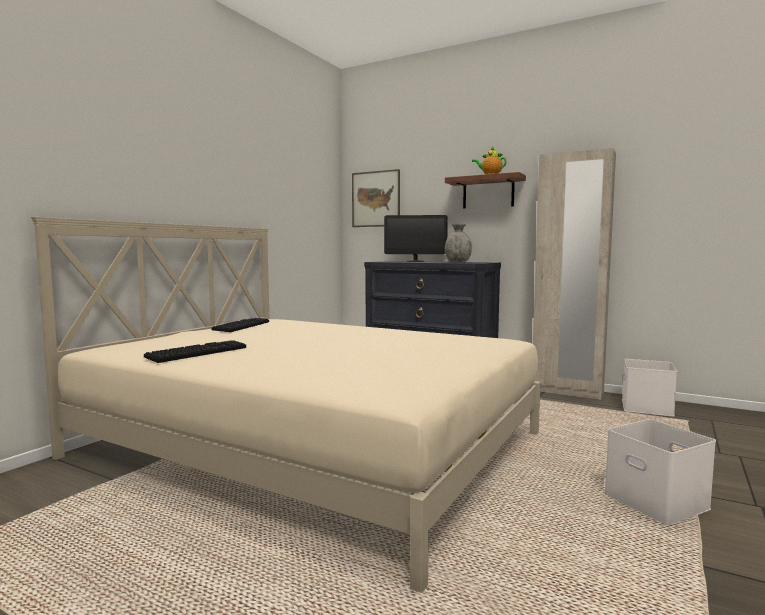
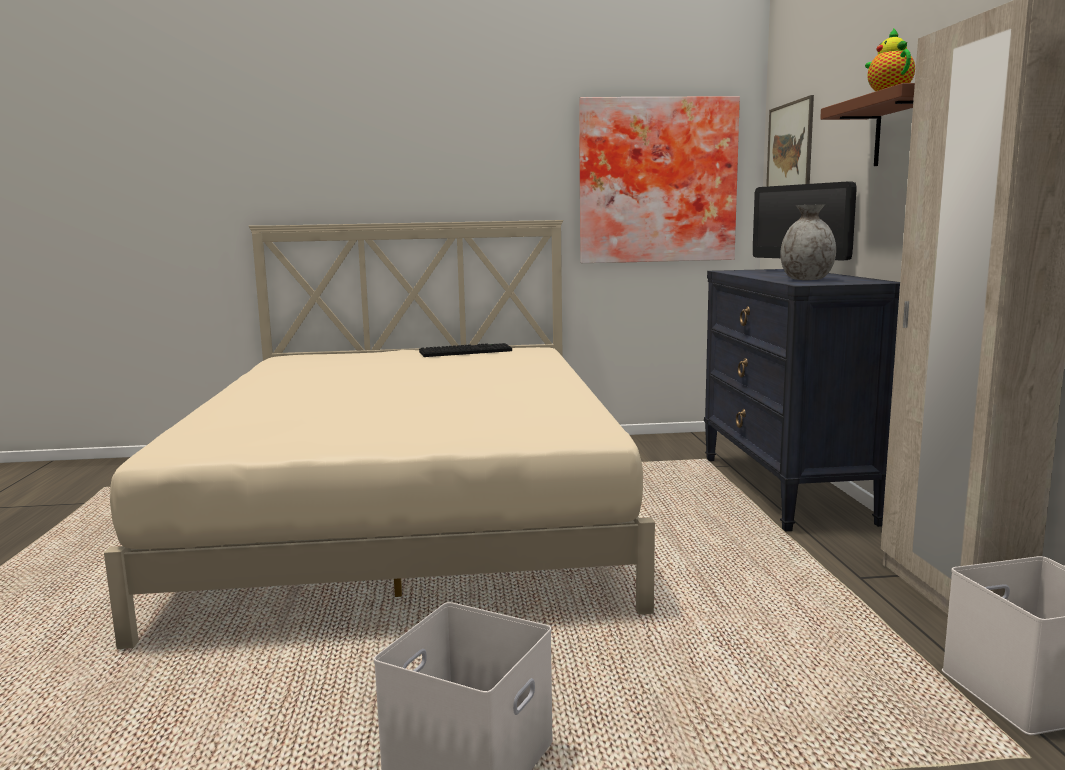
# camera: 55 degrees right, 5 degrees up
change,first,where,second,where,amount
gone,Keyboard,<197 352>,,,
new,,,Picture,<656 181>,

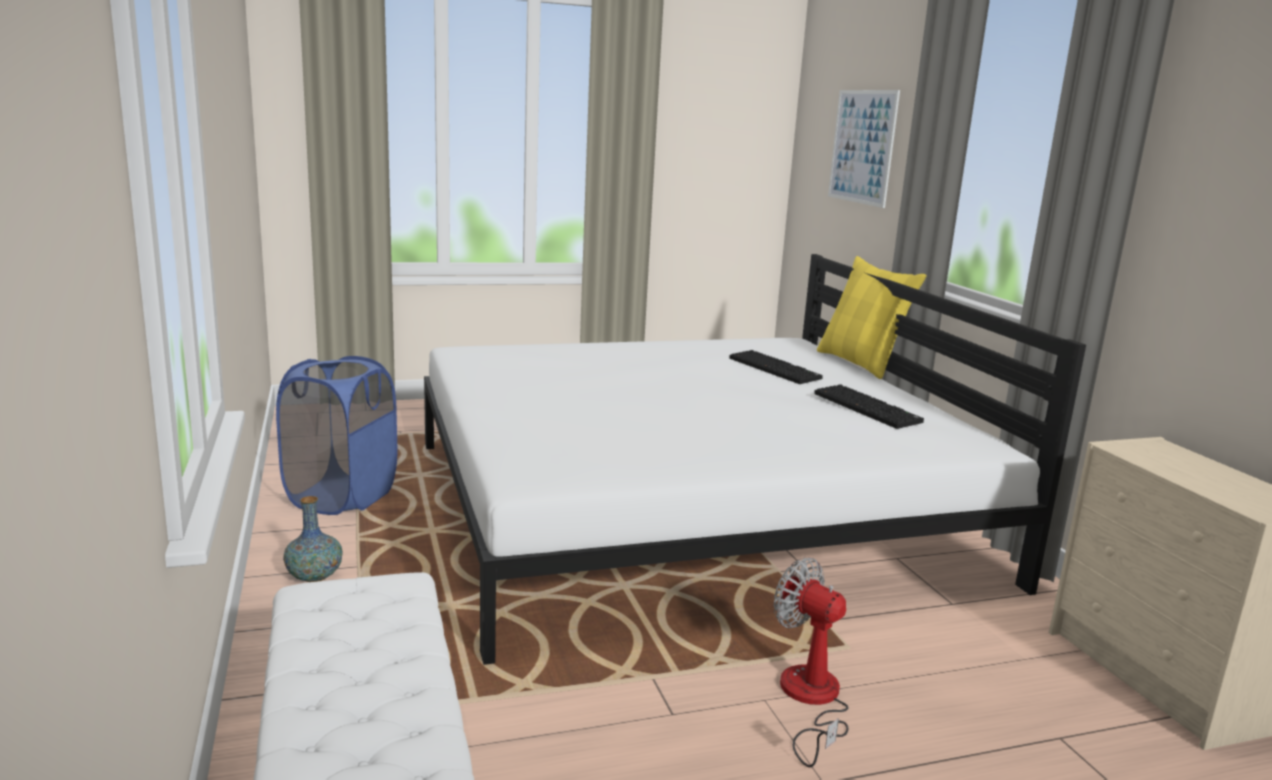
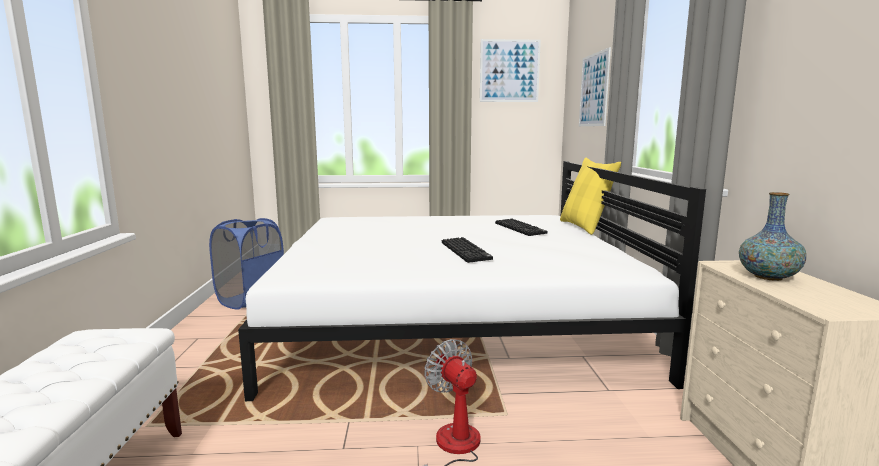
# camera: 15 degrees right, 5 degrees down
change,first,where,second,where,amount
new,,,Picture,<509 71>,
shifted,Vase,<314 576>,,<768 277>,
shifted,Keyboard,<868 408>,,<467 251>,

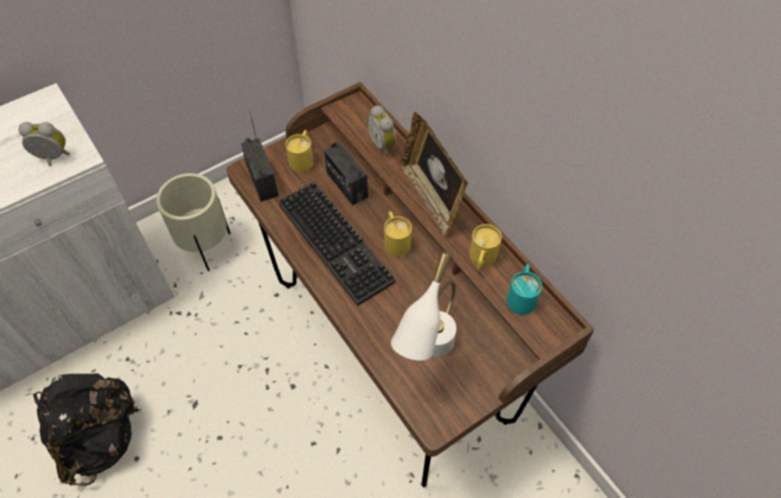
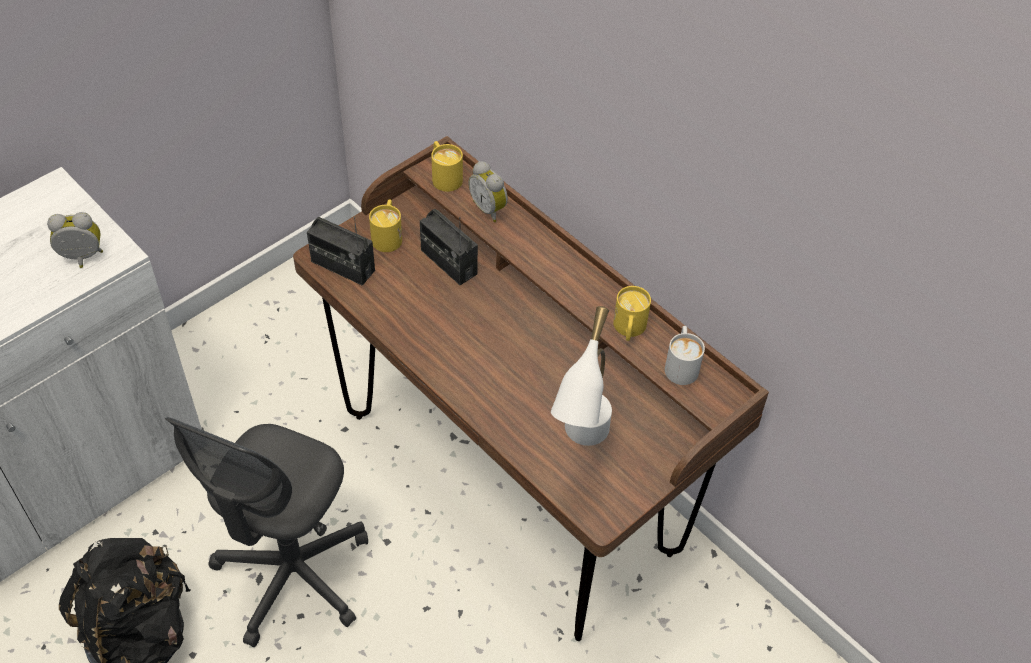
# camera: 10 degrees left, 5 degrees down
change,first,where,second,where,amount
gone,BeigePlanter,<207 248>,,,
gone,Keyboard,<339 243>,,,
gone,PictureFrame,<431 197>,,,
new,,,GreyOfficeChair,<293 575>,
shifted,YellowMug,<395 240>,,<444 176>,
repainted,TurquoiseMug,<521 295>,WhiteMug,<681 364>,
rotated,Radio,<262 181>,,<342 266>,150 degrees clockwise

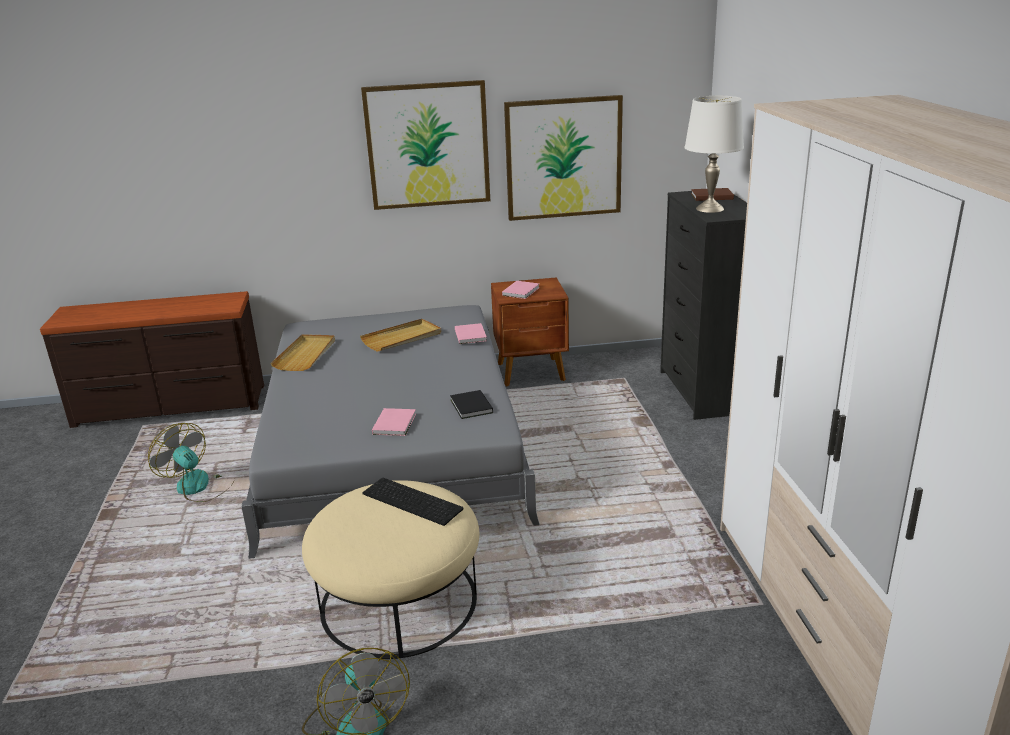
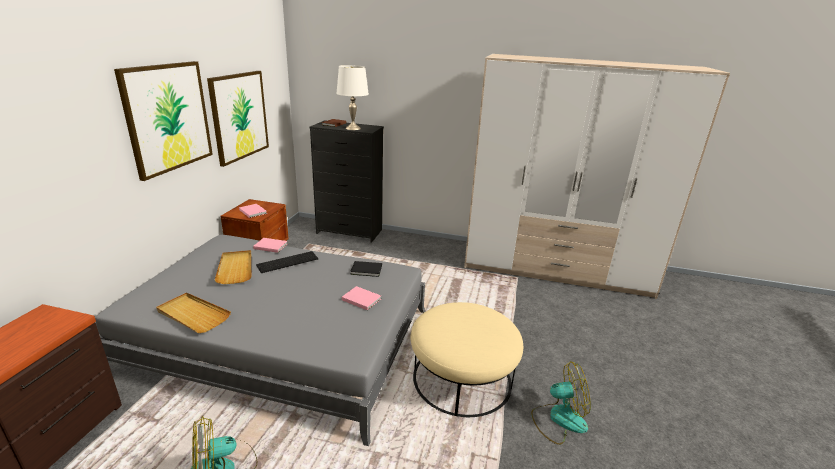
# camera: 70 degrees left, 0 degrees up
change,first,where,second,where,amount
shifted,Keyboard,<414 500>,,<288 261>,

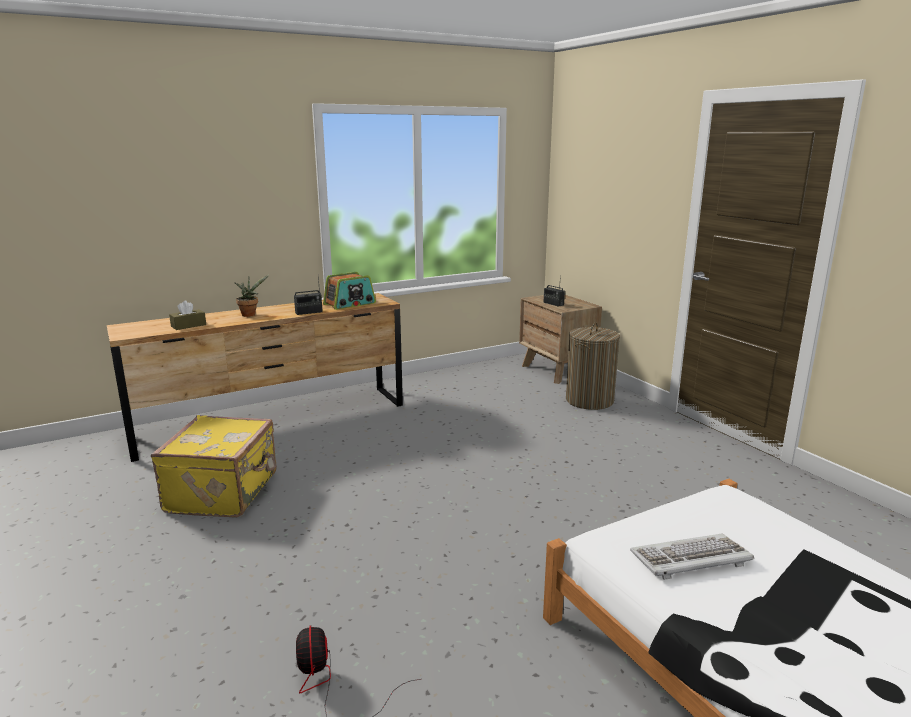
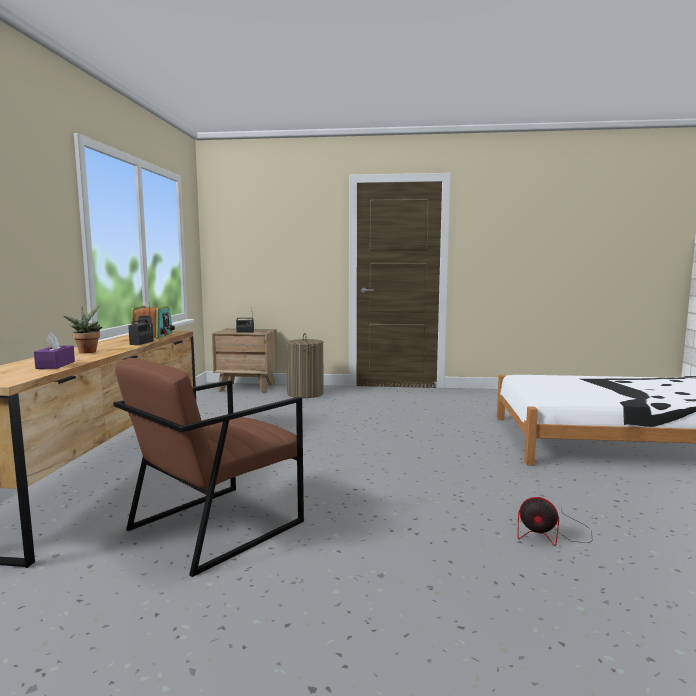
# camera: 55 degrees left, 10 degrees down
change,first,where,second,where,amount
gone,Keyboard,<690 559>,,,
swapped,YellowSuitcase,<224 492>,BrownArmchair,<215 525>,
repainted,BrownTissueBox,<188 325>,PurpleTissueBox,<55 365>,

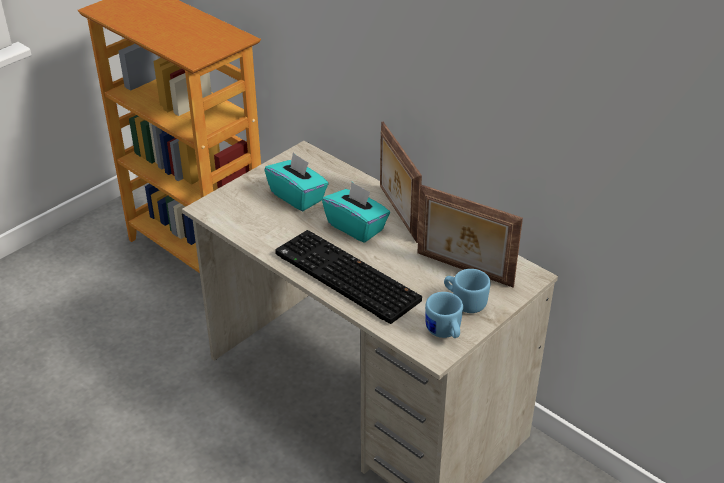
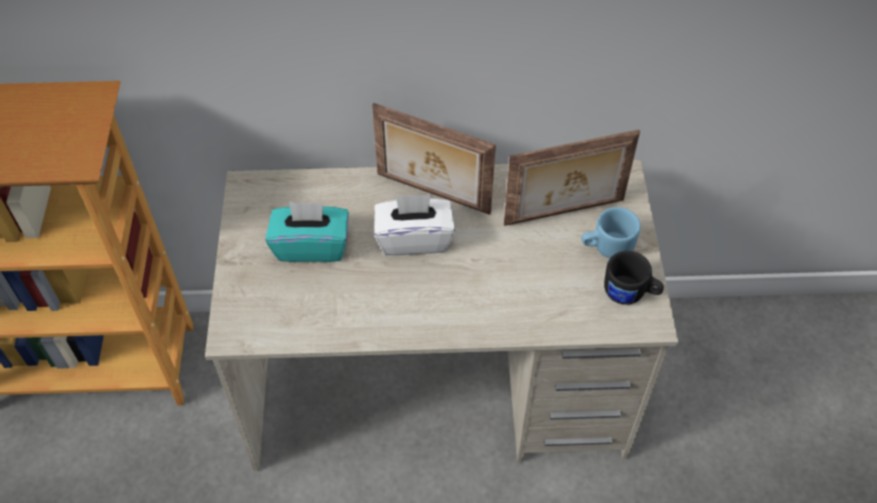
# camera: 45 degrees left, 15 degrees up
change,first,where,second,where,amount
gone,Keyboard,<343 278>,,,
repainted,TurquoiseTissueBox,<356 227>,WhiteTissueBox,<414 238>,
repainted,BlueMug,<444 333>,BlackMug,<630 294>,

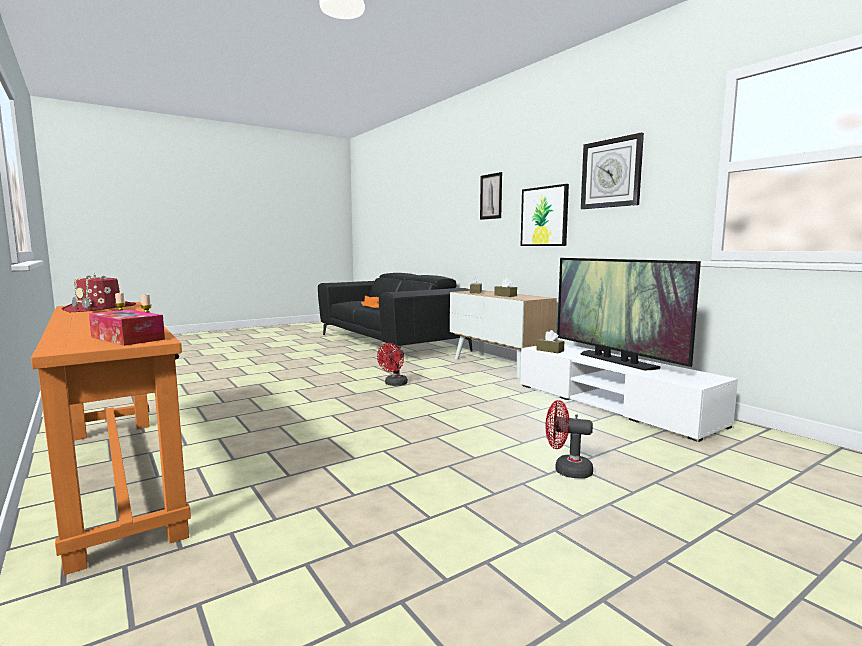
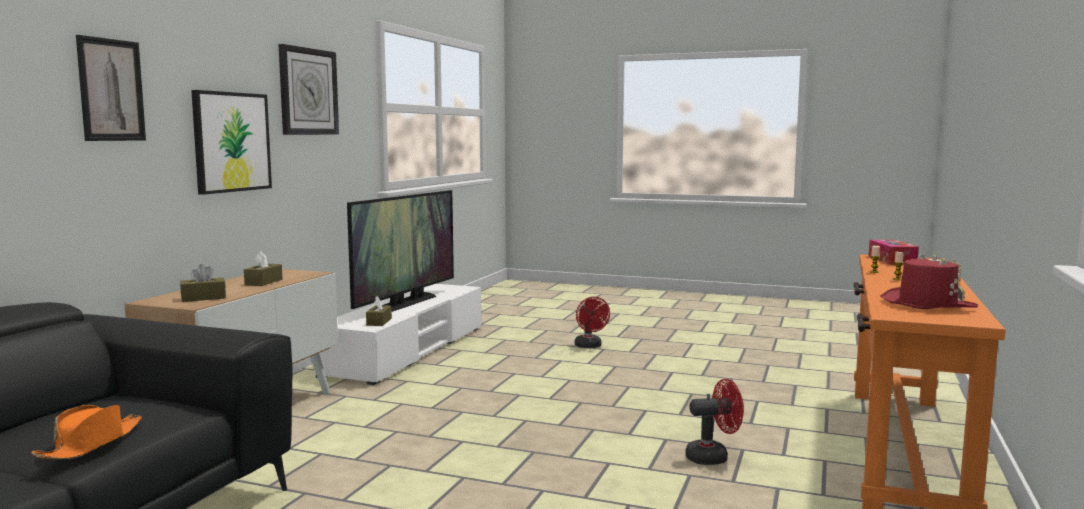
# camera: 125 degrees left, 0 degrees up
change,first,where,second,where,amount
shifted,RedFan,<394 384>,,<713 457>,

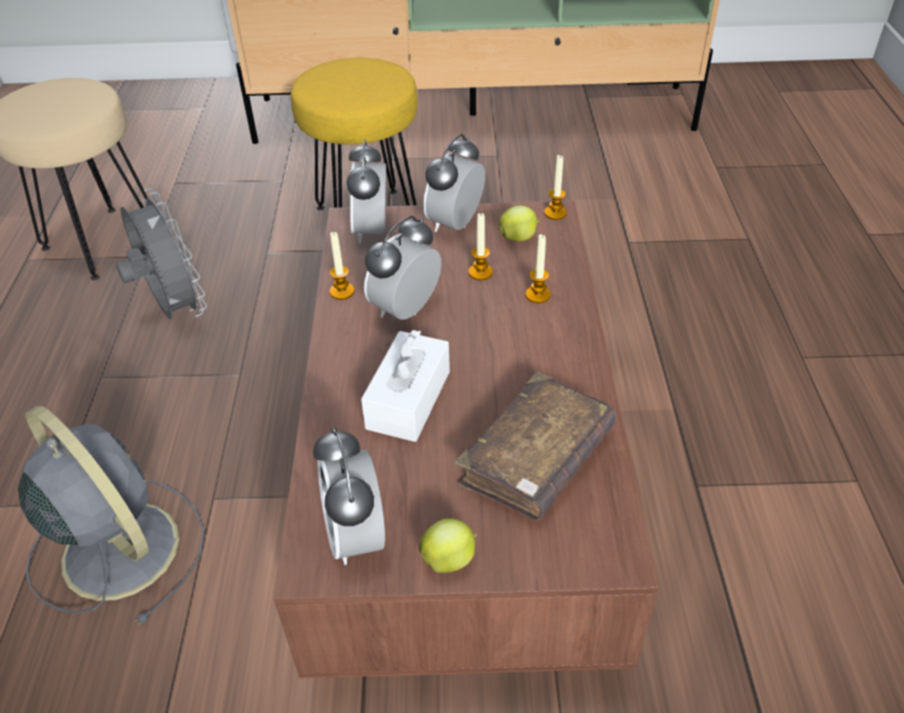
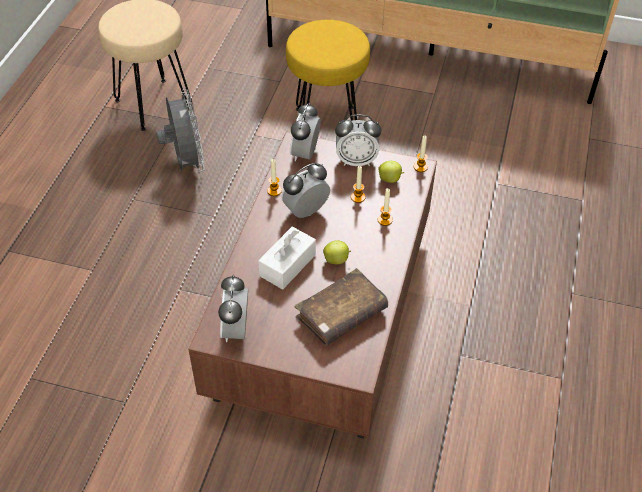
# camera: 15 degrees right, 5 degrees up
change,first,where,second,where,amount
gone,GreyFan,<117 546>,,,
shifted,Apple,<449 559>,,<336 260>,
rotated,AlarmClock,<455 224>,,<356 160>,135 degrees counterclockwise

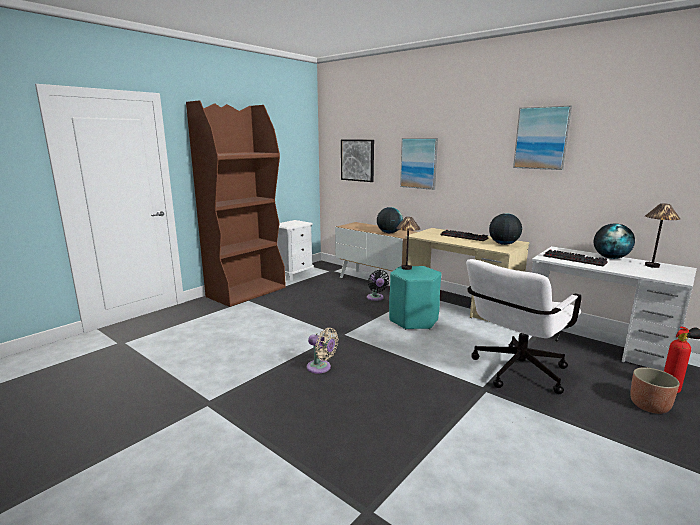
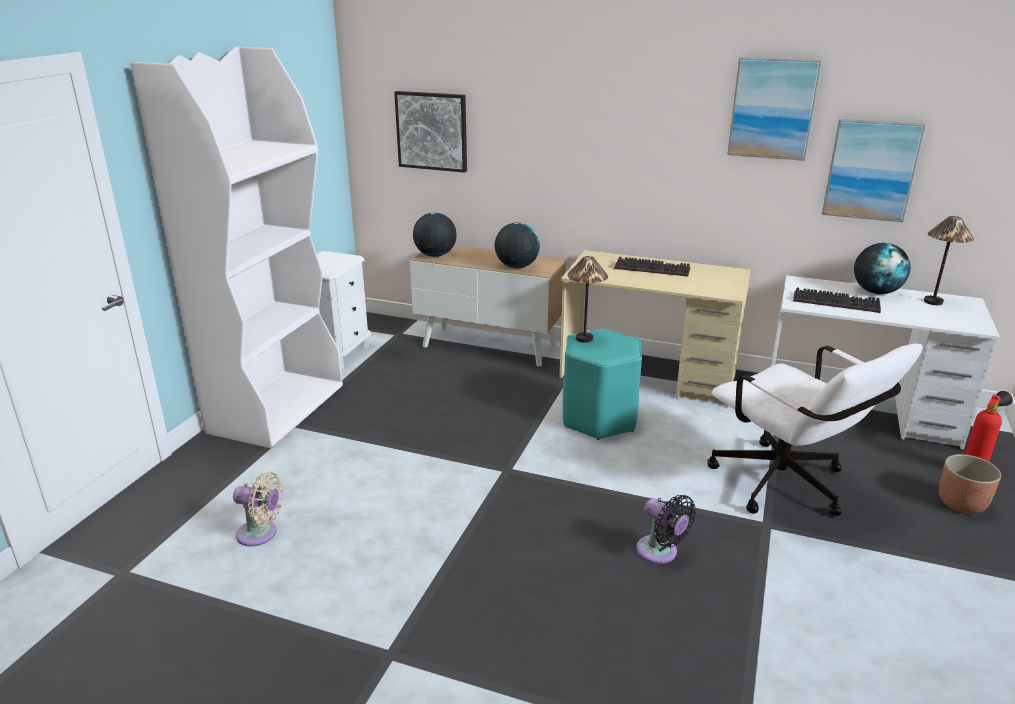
# camera: 20 degrees left, 10 degrees up
change,first,where,second,where,amount
shifted,BeigeFan,<321 368>,,<261 534>,
shifted,BlackFan,<375 298>,,<660 552>,
shifted,Picture,<419 163>,,<871 170>,
shifted,Globe,<503 244>,,<435 255>,
repainted,BrownBookcase,<247 292>,WhiteBookcase,<277 408>,
rotated,WhiteOfficeChair,<514 373>,,<788 488>,60 degrees counterclockwise

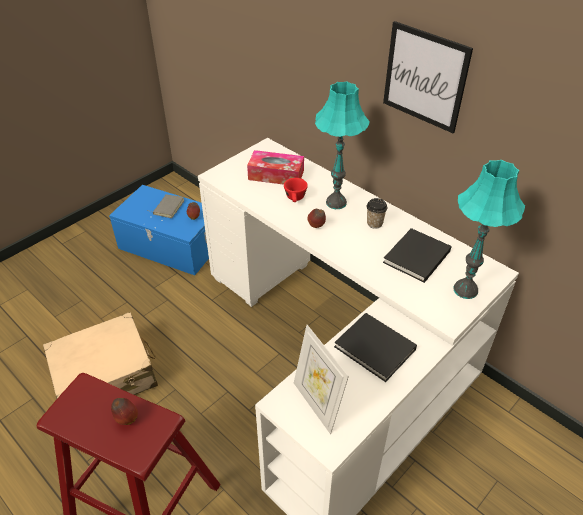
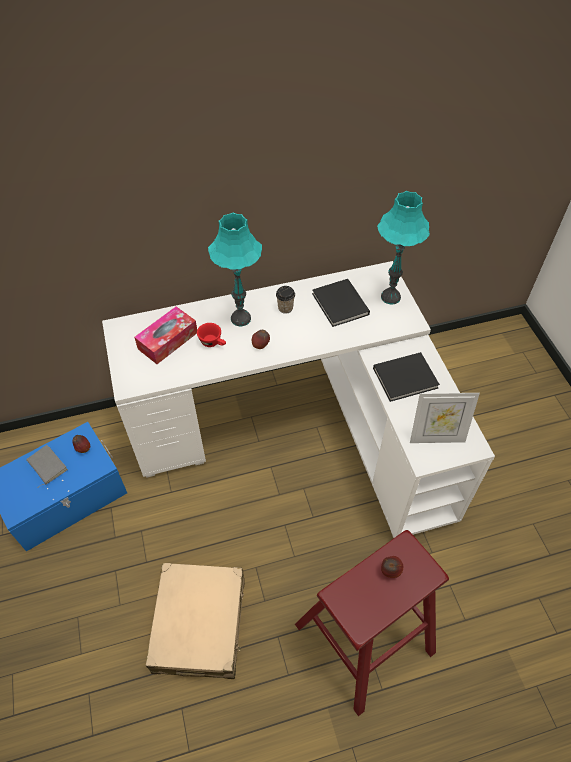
# camera: 60 degrees left, 10 degrees up
change,first,where,second,where,amount
gone,Picture,<425 77>,,,

